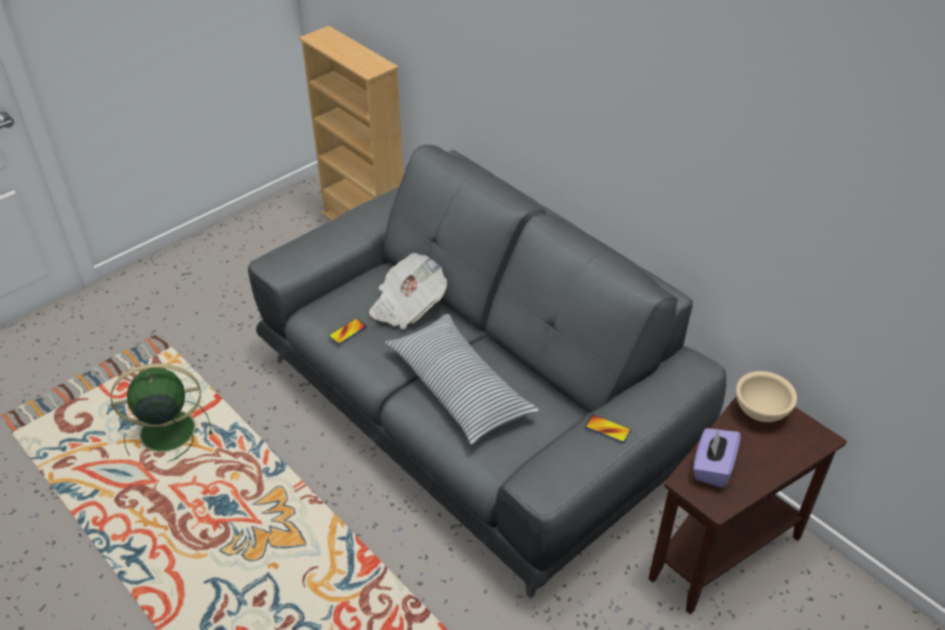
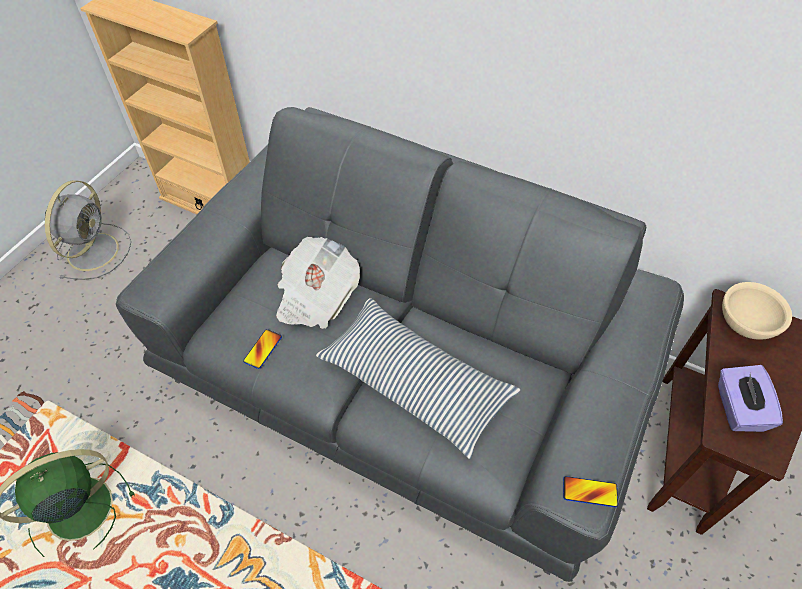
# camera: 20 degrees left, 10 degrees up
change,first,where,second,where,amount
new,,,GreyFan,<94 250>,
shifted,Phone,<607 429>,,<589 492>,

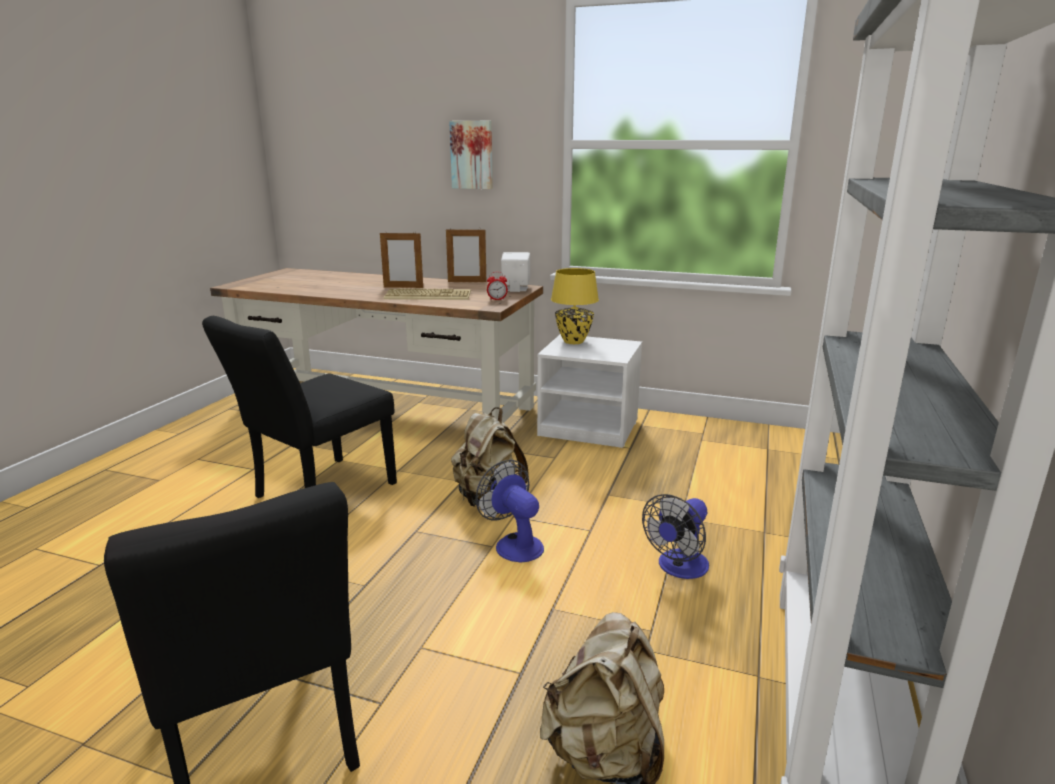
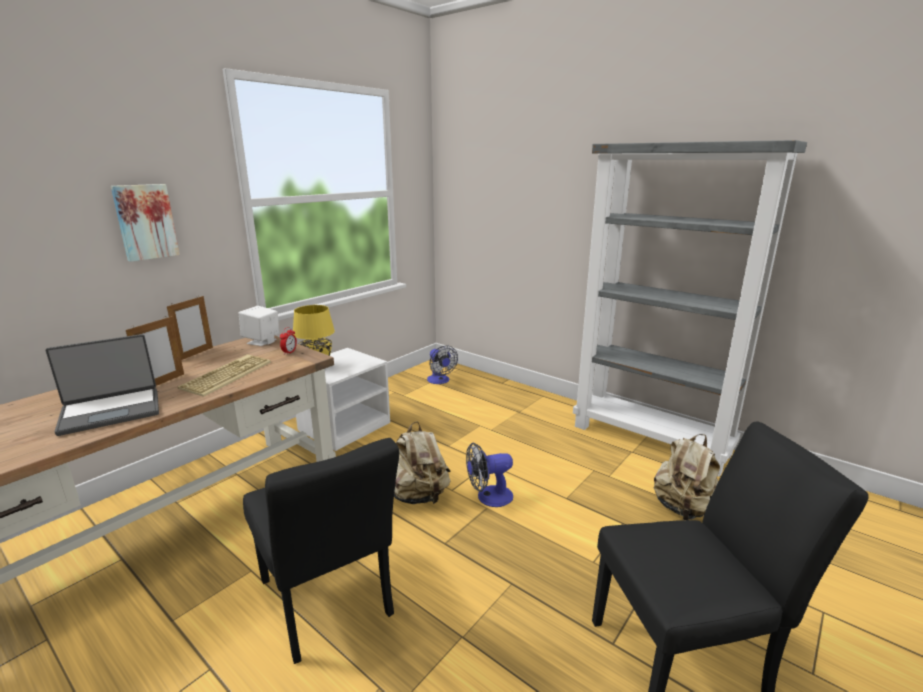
# camera: 70 degrees left, 0 degrees up
change,first,where,second,where,amount
new,,,Laptop,<111 411>,
shifted,Fan,<678 568>,,<440 381>,

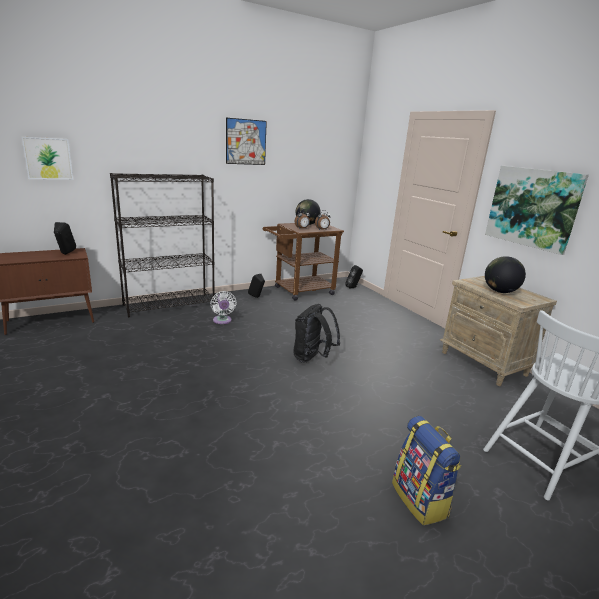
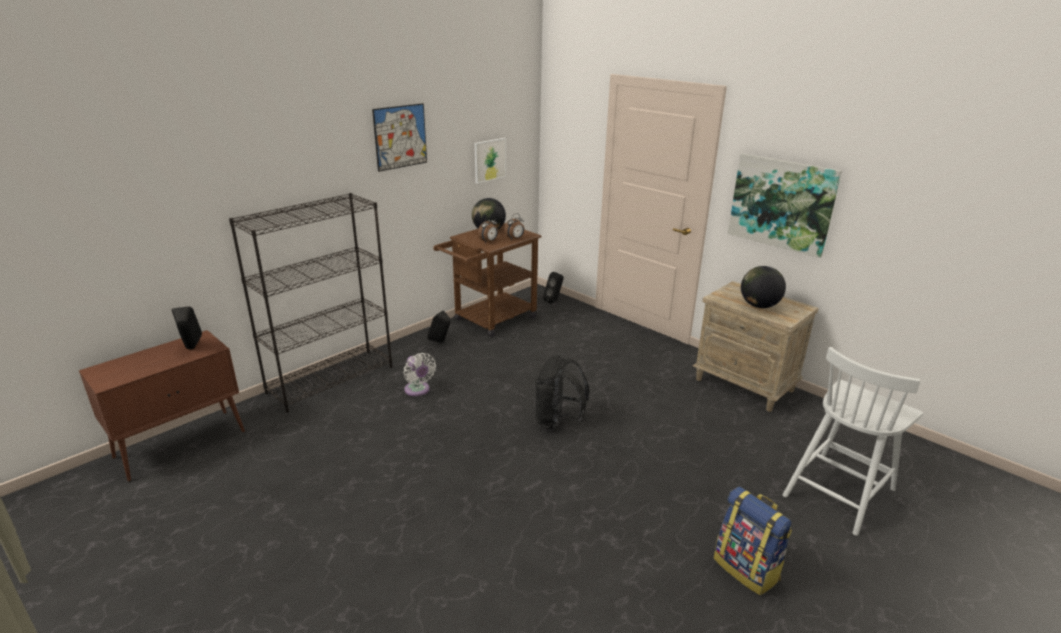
# camera: 15 degrees left, 5 degrees up
change,first,where,second,where,amount
shifted,Picture,<48 158>,,<489 160>,

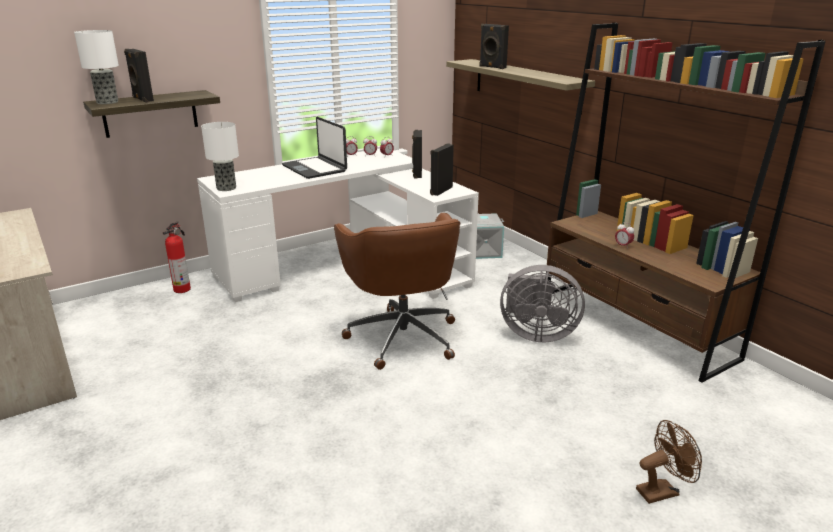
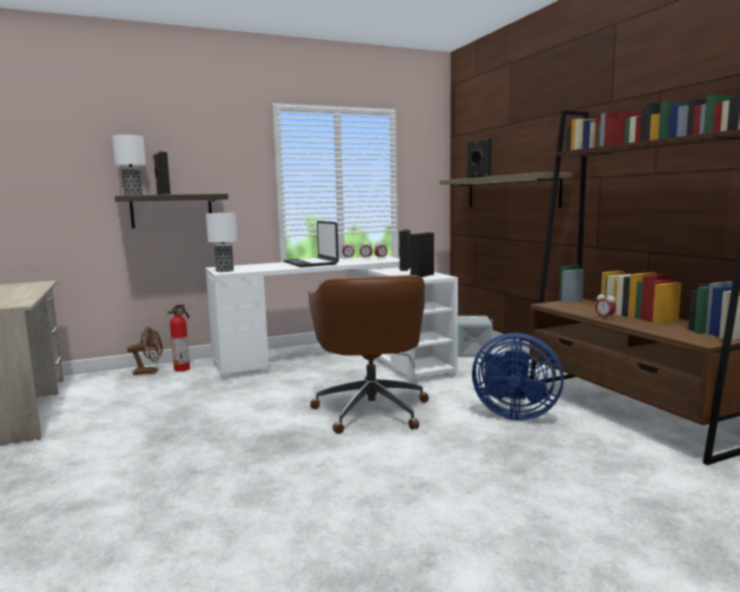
# camera: 10 degrees right, 15 degrees down
change,first,where,second,where,amount
shifted,BrownFan,<662 490>,,<149 372>,
repainted,GreyFan,<535 334>,BlueFan,<513 414>,

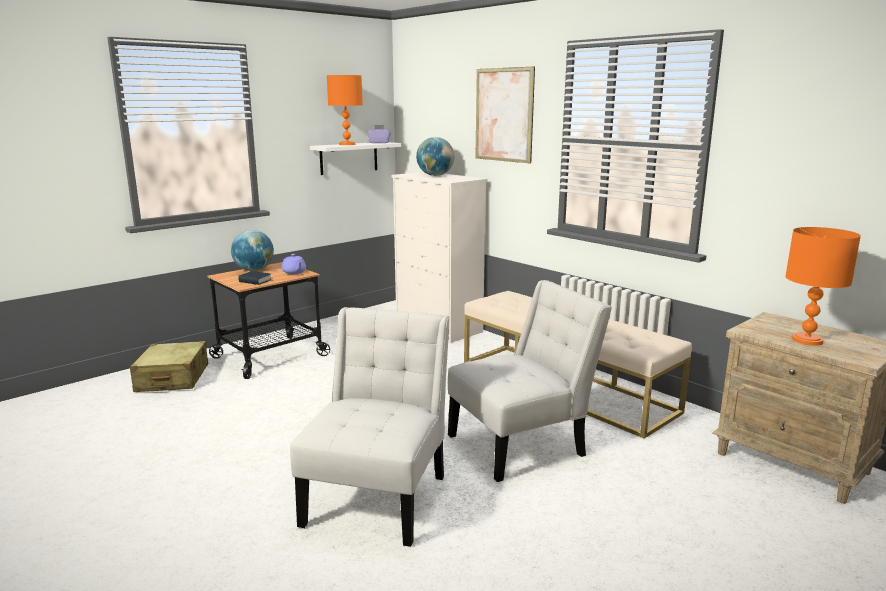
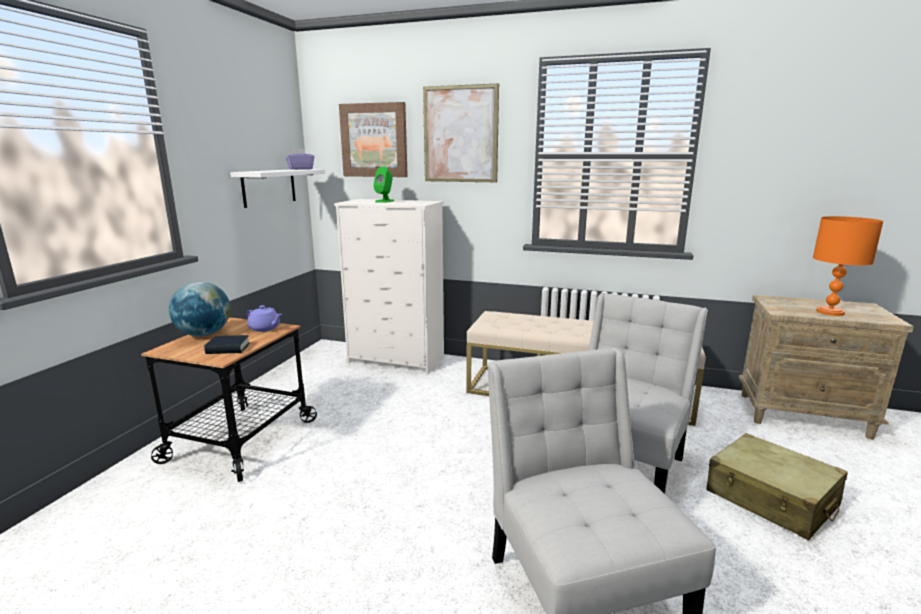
# camera: 30 degrees left, 0 degrees up
change,first,where,second,where,amount
gone,OrangeTableLamp,<347 144>,,,
new,,,Picture,<374 140>,
shifted,BeigeSuitcase,<172 379>,,<771 499>,
swapped,Globe,<435 175>,GreenSpeaker,<384 201>,

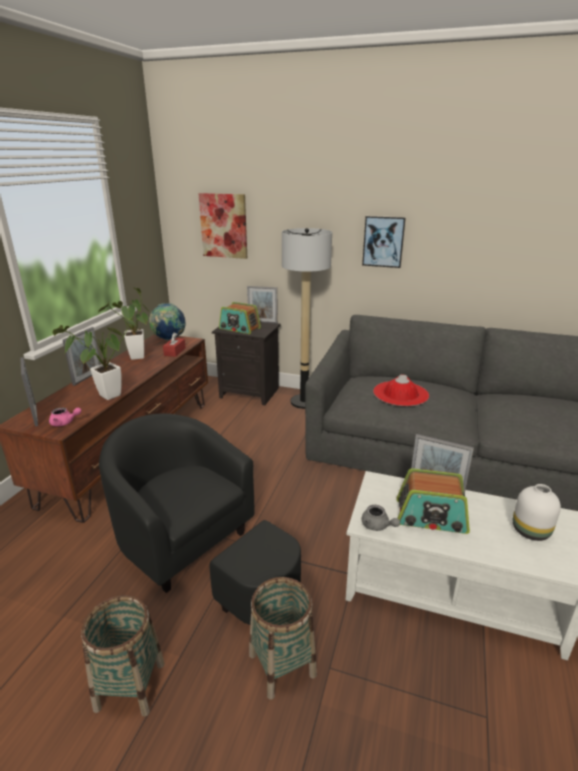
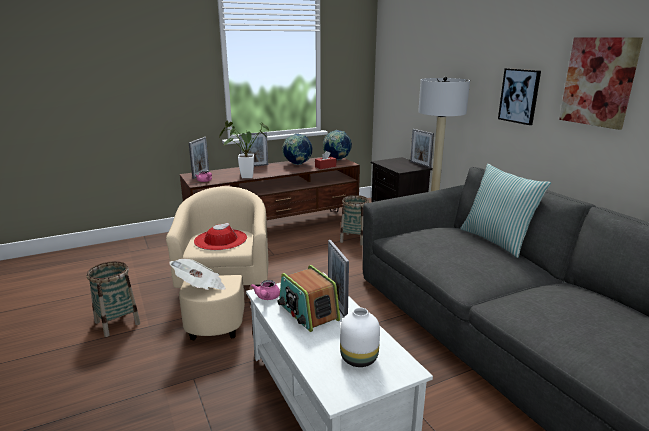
# camera: 45 degrees right, 5 degrees down
change,first,where,second,where,amount
gone,Radio,<239 328>,,,
new,,,Newspaper,<200 287>,
new,,,Pillow,<497 240>,
shifted,Picture,<224 226>,,<598 82>,
shifted,Basket,<282 664>,,<354 239>,
shifted,RedHat,<400 393>,,<220 240>,
swapped,PottedPlant,<137 358>,Globe,<297 164>,
repainted,BlackArmchair,<198 554>,BeigeArmchair,<224 292>,
repainted,GreyTeapot,<377 526>,PinkTeapot,<267 297>,

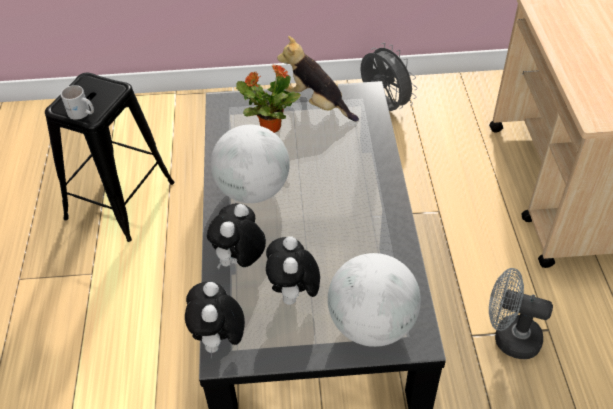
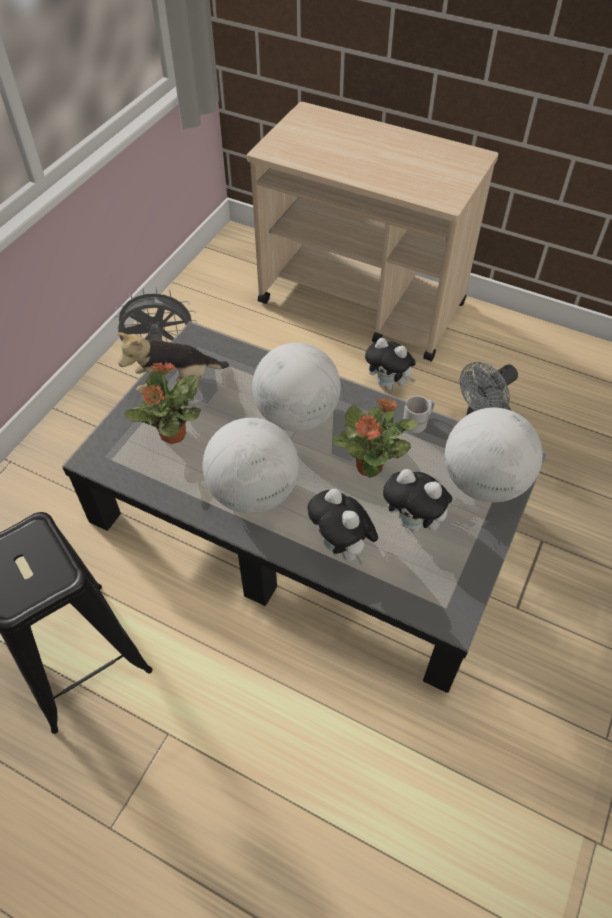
# camera: 60 degrees left, 5 degrees up
change,first,where,second,where,amount
new,,,Globe,<297 415>,
new,,,PottedPlant,<370 466>,
shifted,WhiteMug,<81 113>,,<419 422>,
shifted,PlushToy,<219 340>,,<388 384>,

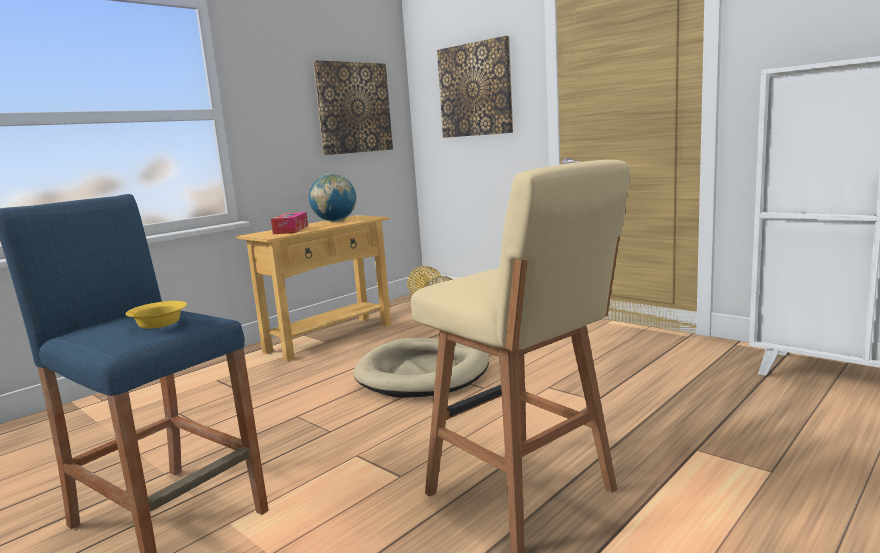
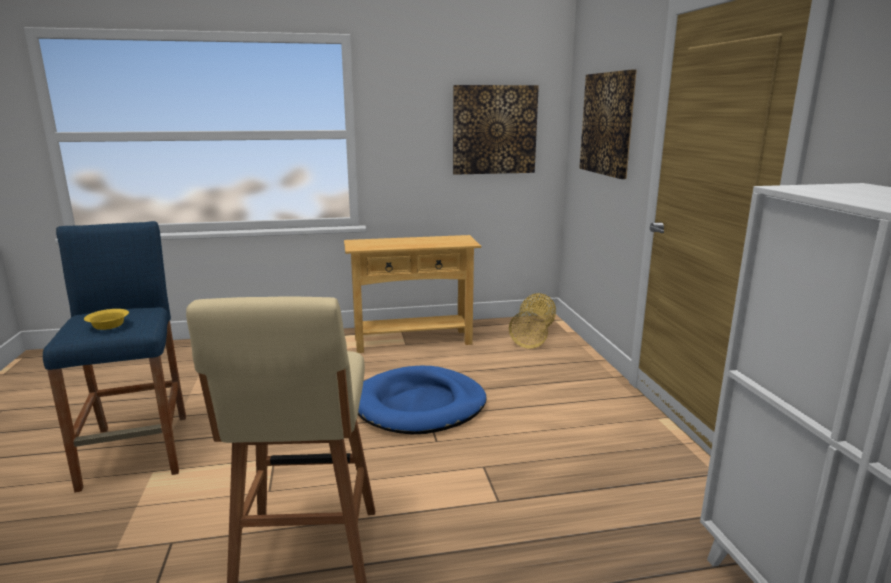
# camera: 35 degrees right, 5 degrees up
change,first,where,second,where,amount
gone,TissueBox,<291 230>,,,
gone,Globe,<335 221>,,,
repainted,BeigeDogBed,<424 373>,BlueDogBed,<419 405>,

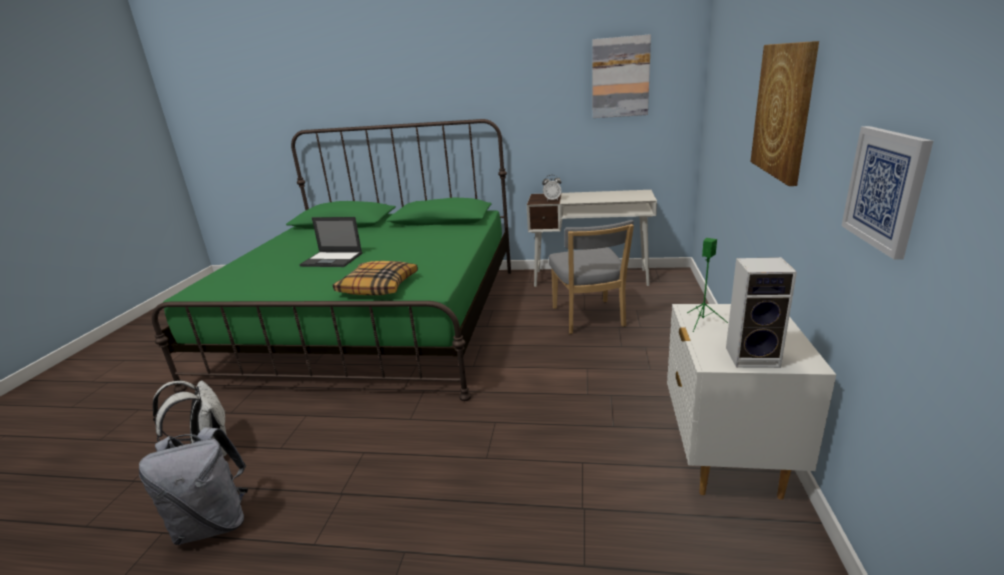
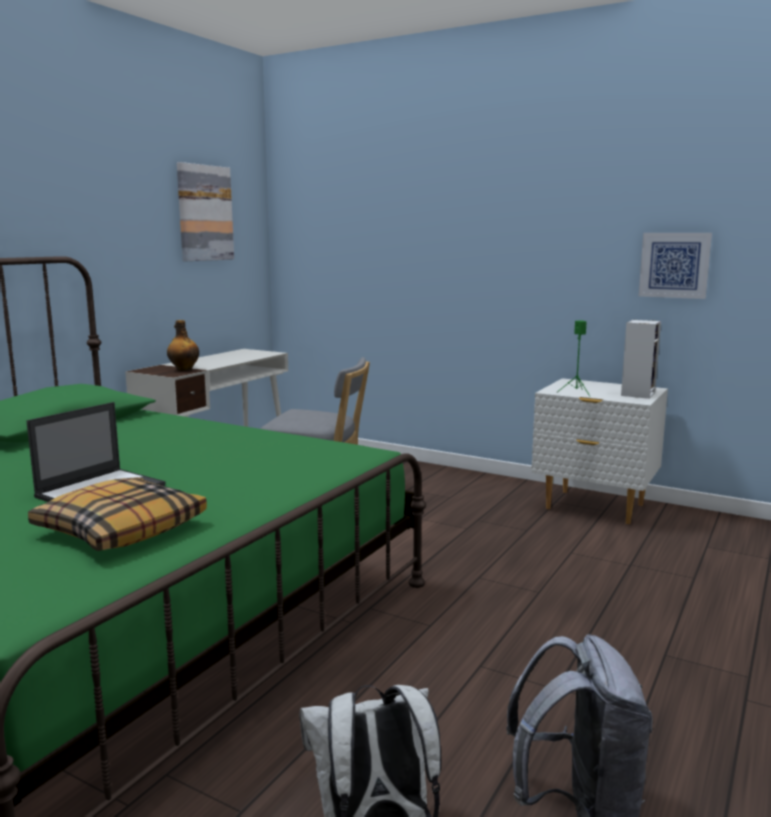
# camera: 70 degrees left, 10 degrees down
change,first,where,second,where,amount
gone,Picture,<783 110>,,,
shifted,Pillow,<378 286>,,<120 529>,
swapped,AlarmClock,<552 200>,Bottle,<184 369>,

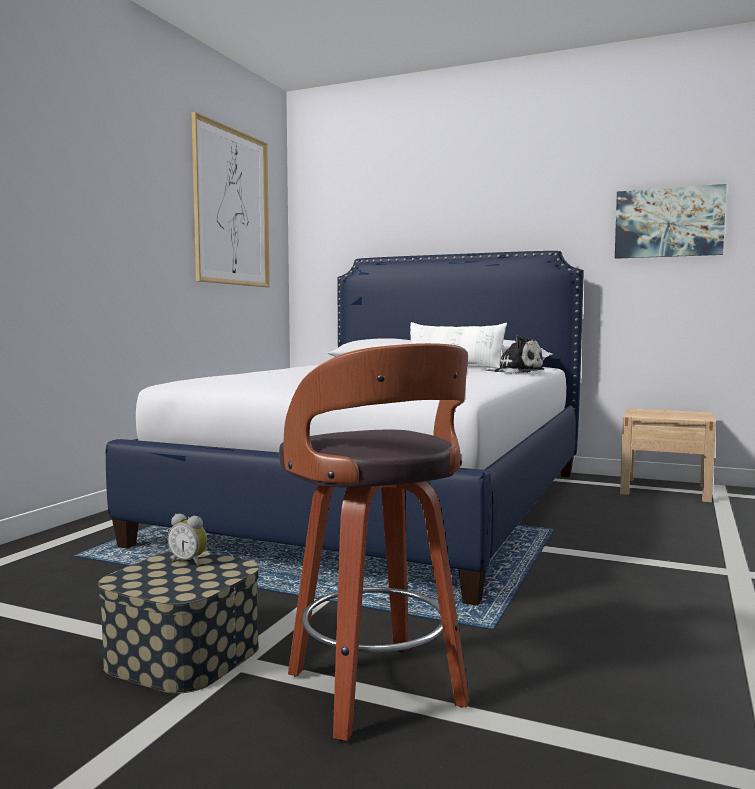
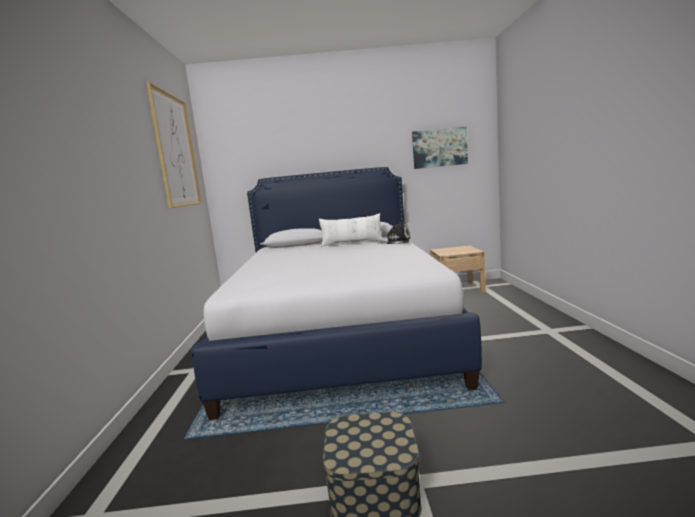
# camera: 25 degrees left, 5 degrees up
change,first,where,second,where,amount
gone,AlarmClock,<189 561>,,,
gone,Stool,<378 692>,,,

